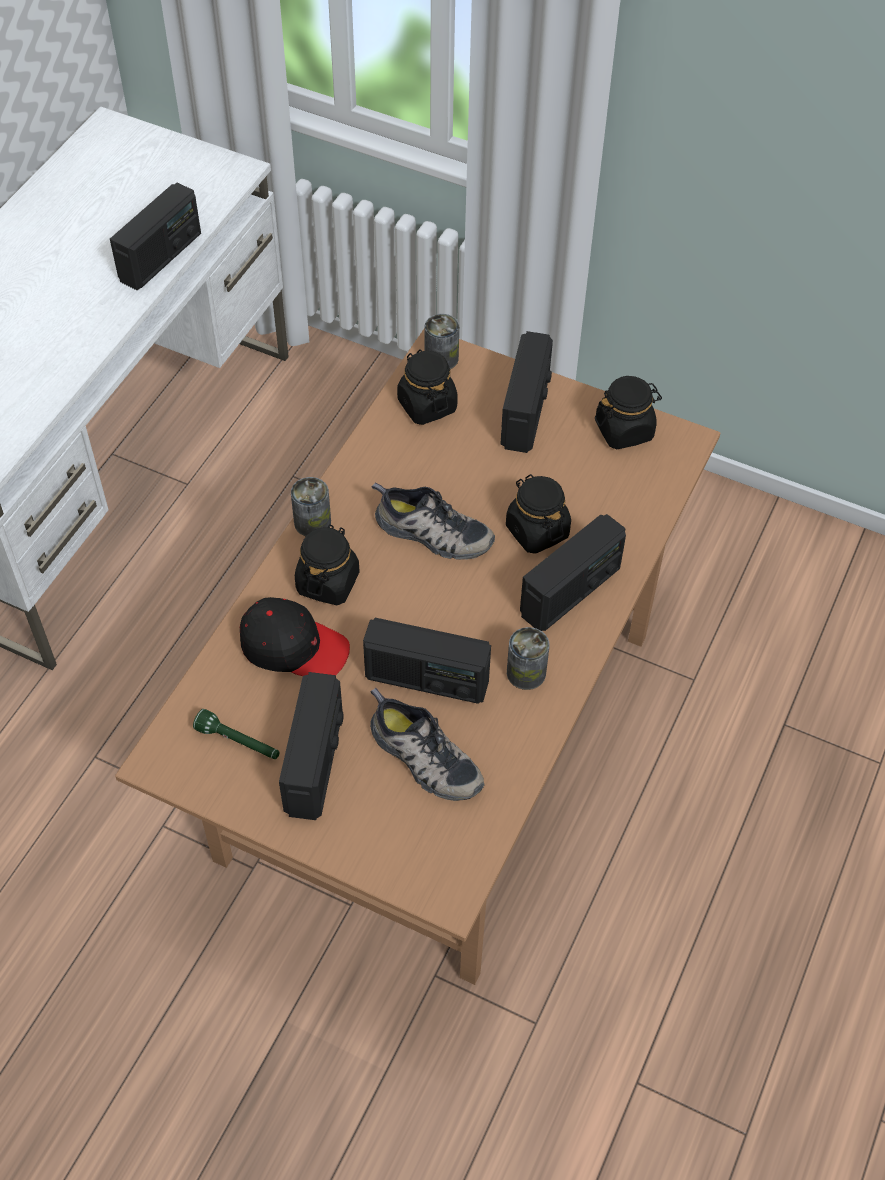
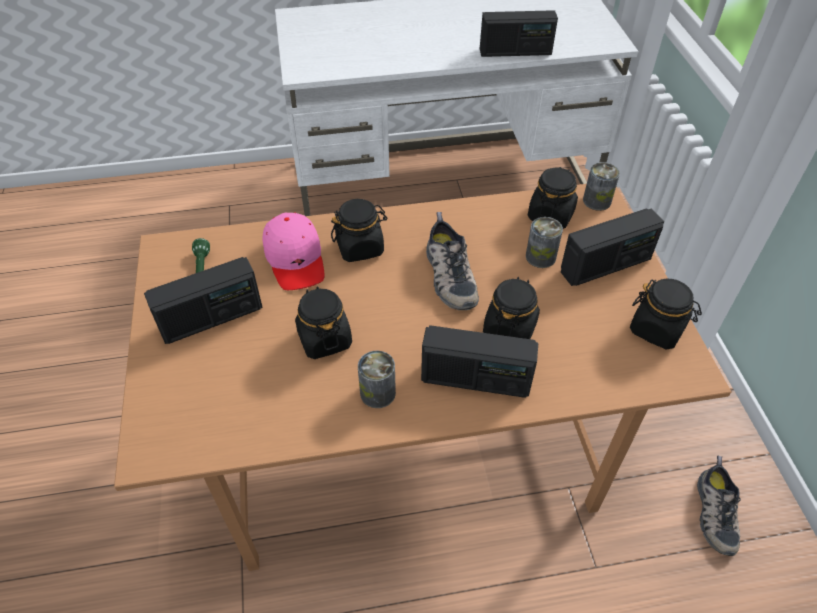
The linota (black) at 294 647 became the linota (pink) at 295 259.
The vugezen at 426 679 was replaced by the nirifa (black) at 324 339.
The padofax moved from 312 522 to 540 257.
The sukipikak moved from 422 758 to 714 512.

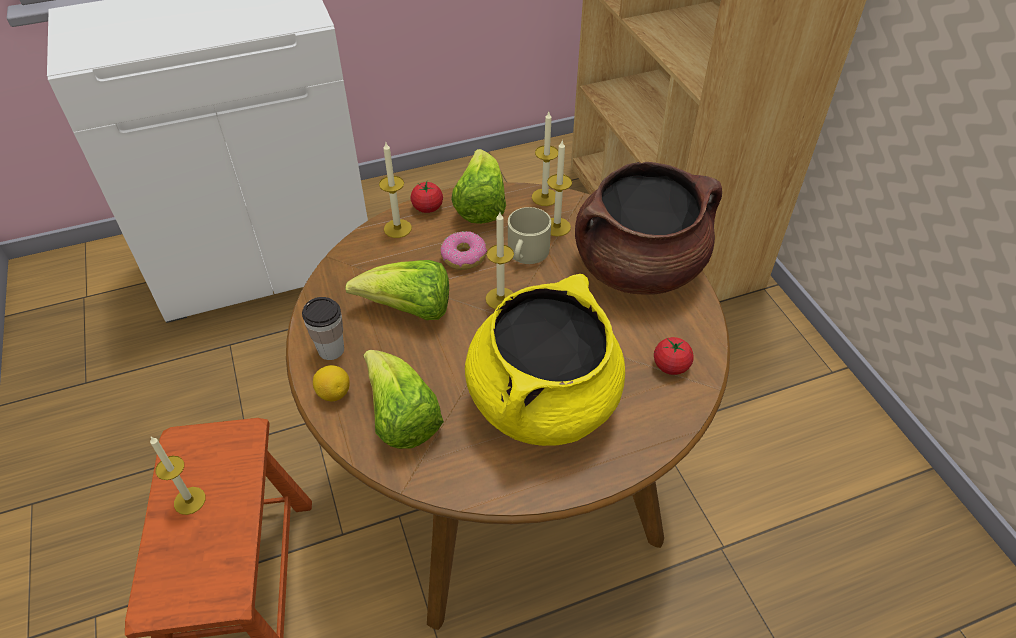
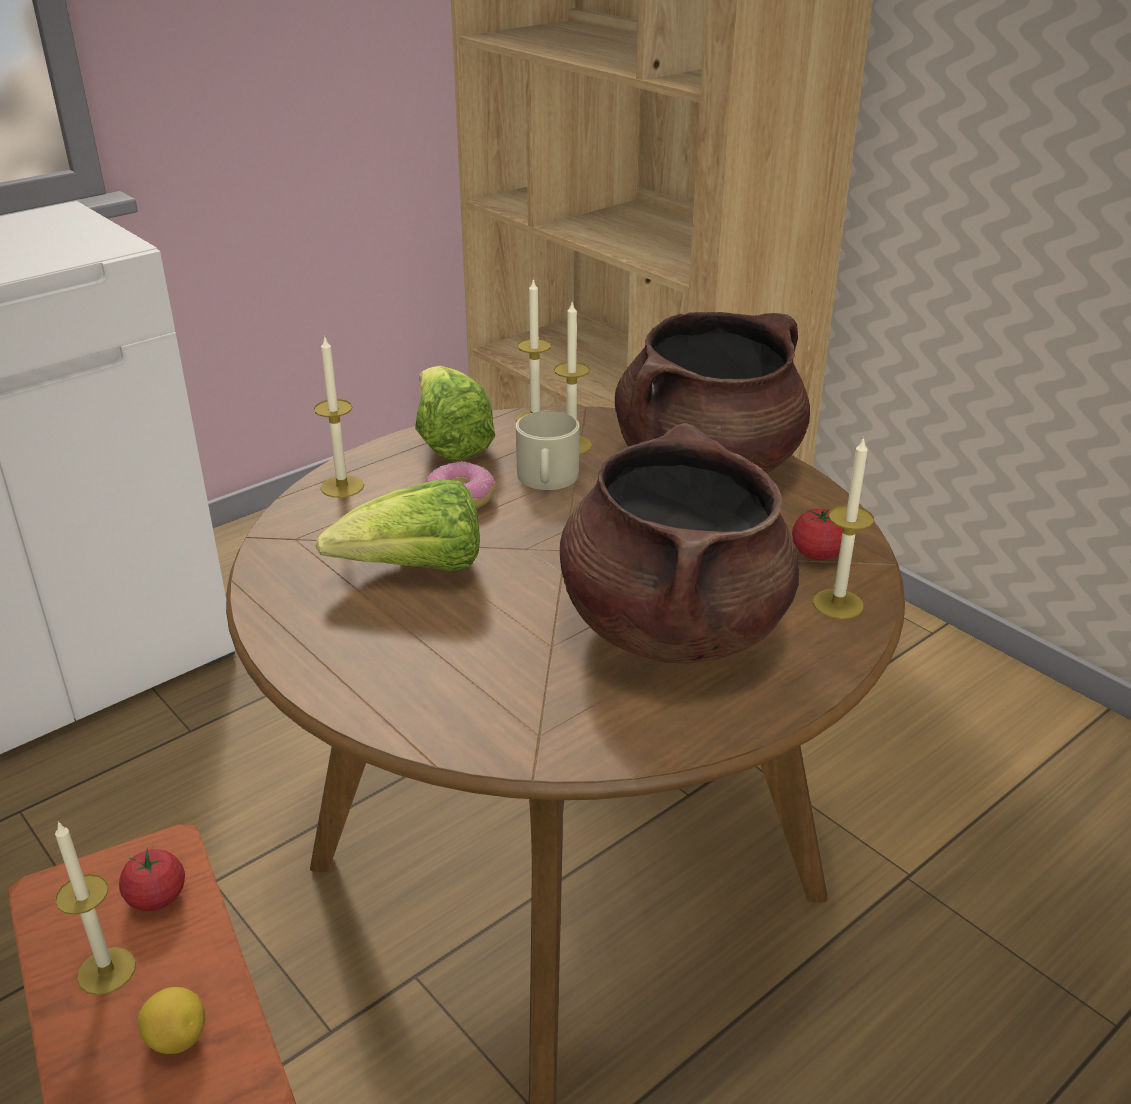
The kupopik moved from 427 208 to 157 897.
The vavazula moved from 334 393 to 177 1039.
The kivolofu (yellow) at 543 400 became the kivolofu (brown) at 673 626.
The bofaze moved from 500 298 to 838 604.
The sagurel at 331 350 disappeared.
The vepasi at 401 418 disappeared.

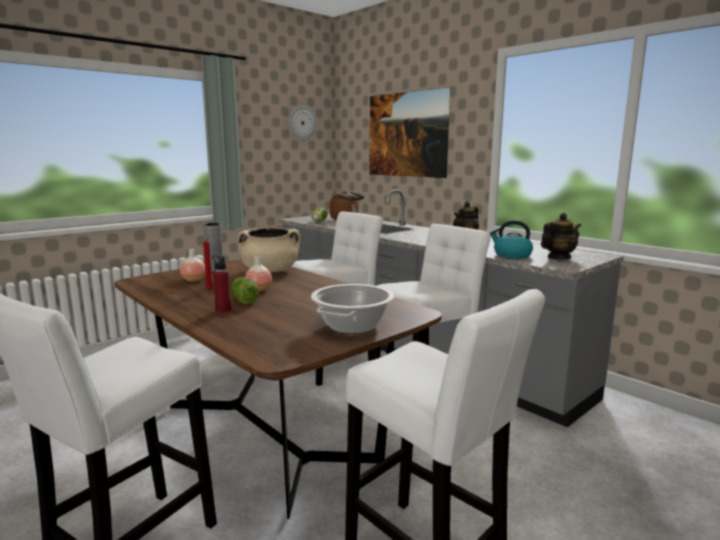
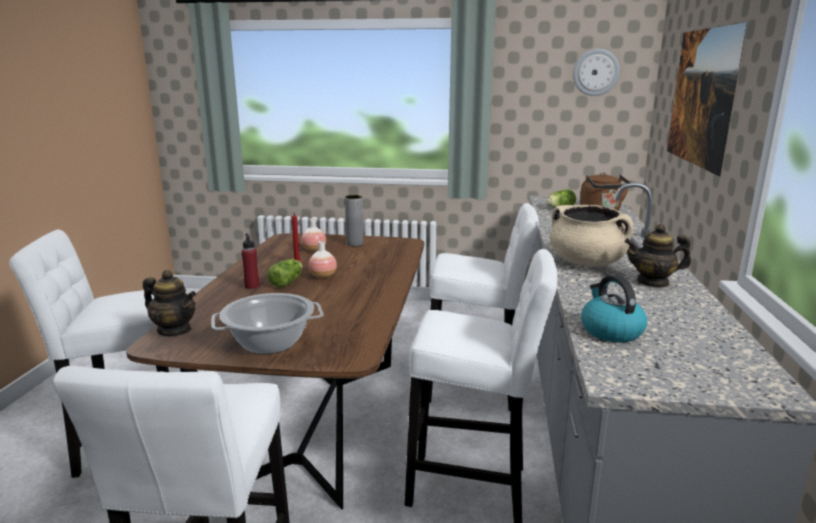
The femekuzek moved from 558 258 to 174 330.
The kivolofu (beige) moved from 270 271 to 586 262.

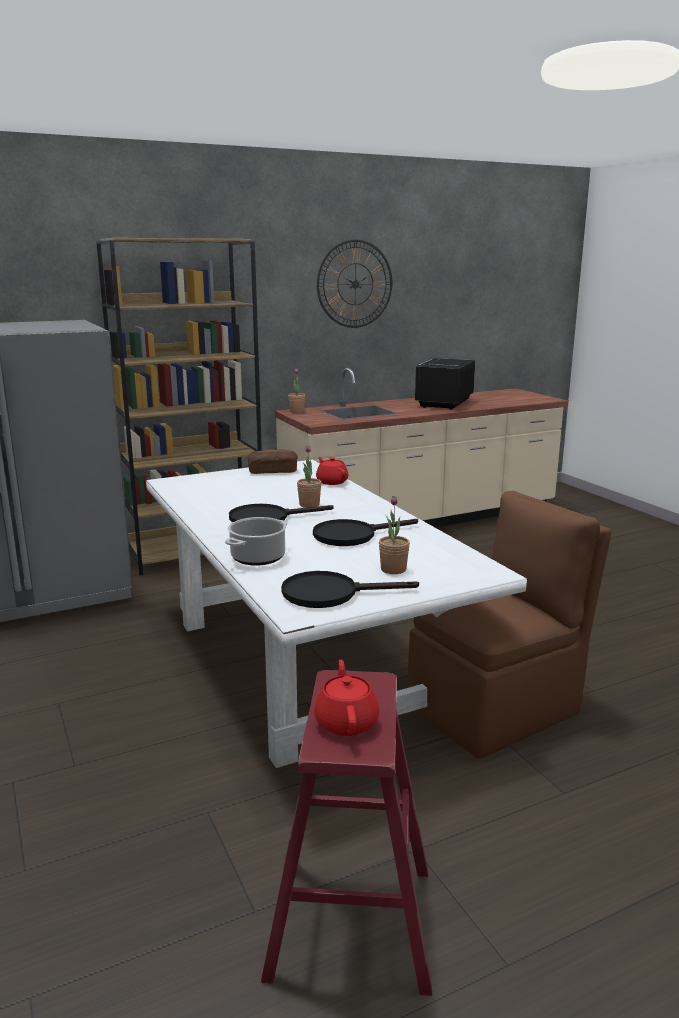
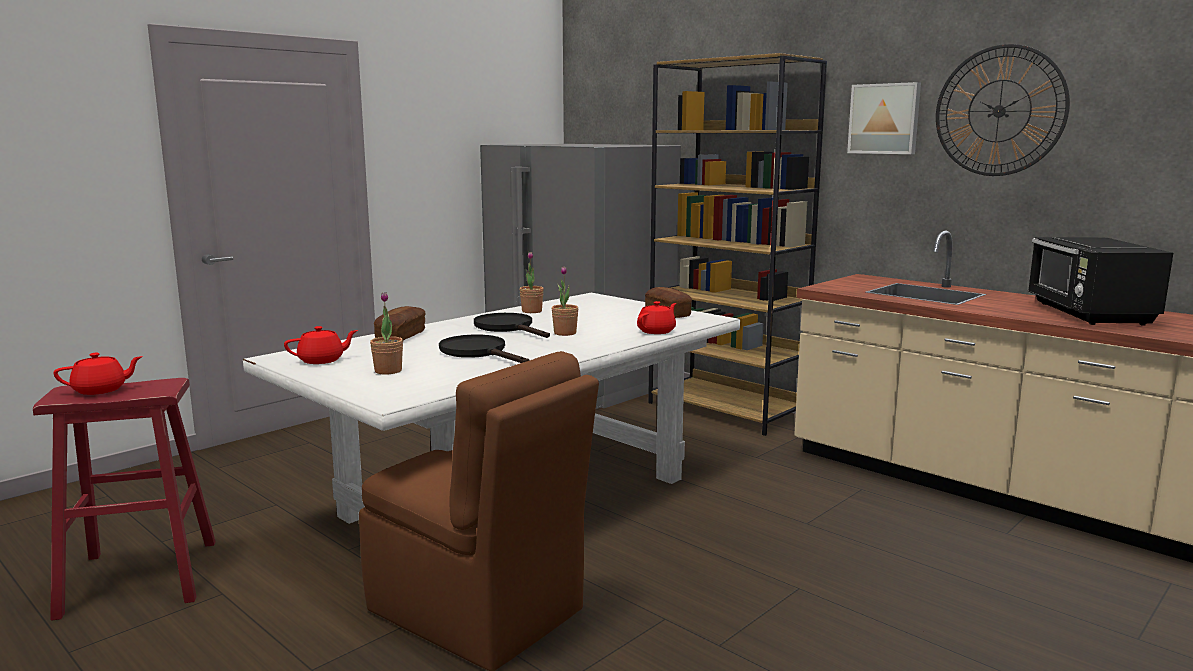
The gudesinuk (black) at 330 594 was replaced by the femekuzek (red) at 322 360.
The kivolofu at 258 558 was replaced by the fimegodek at 401 336.
The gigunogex moved from 297 411 to 532 311.
The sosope at 884 119 appeared.
The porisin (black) at 443 403 turned 90 degrees counterclockwise.

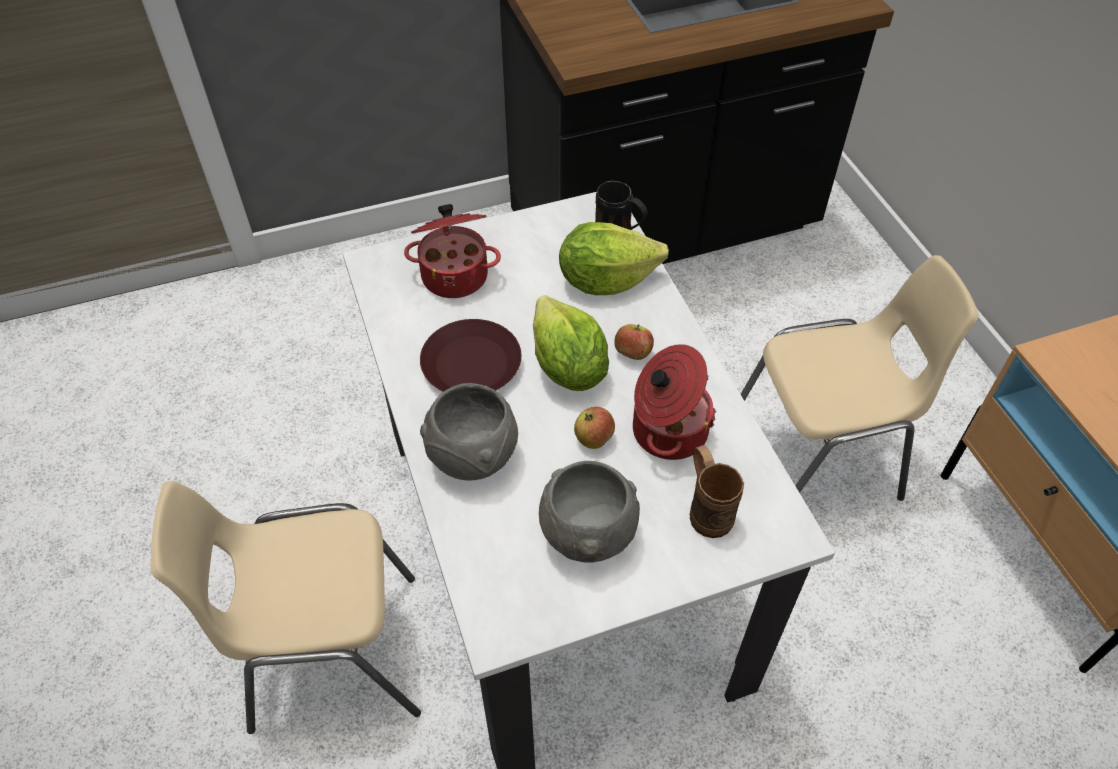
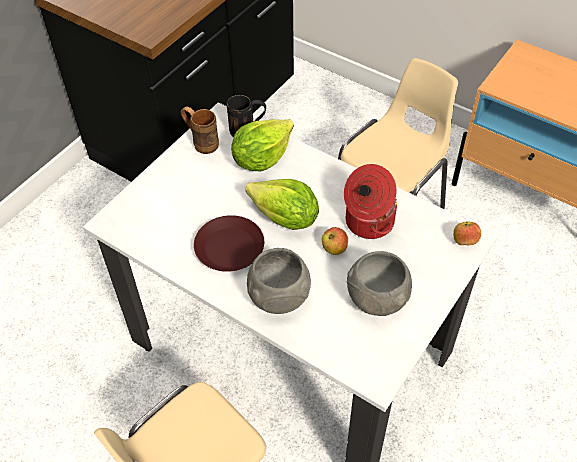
The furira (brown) moved from 706 509 to 201 142.
The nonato moved from 632 353 to 464 241.
The kivolofu at 455 275 disappeared.

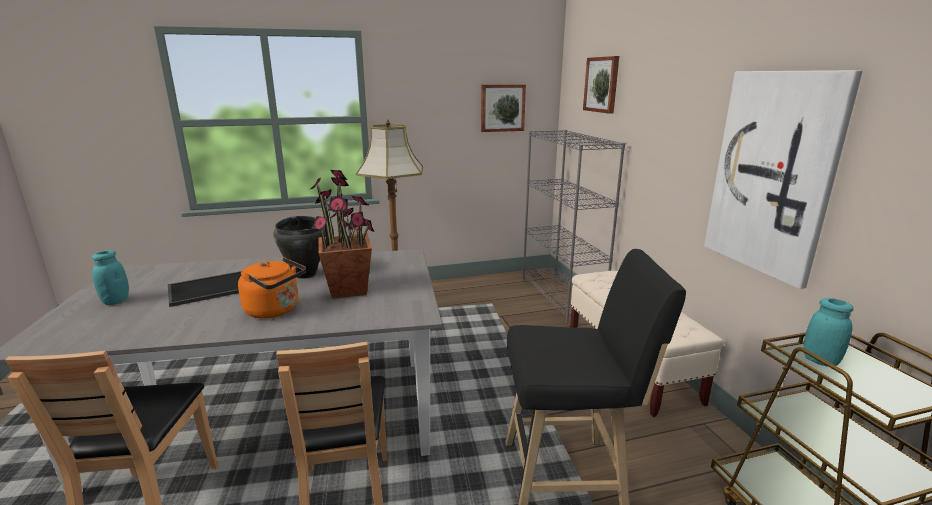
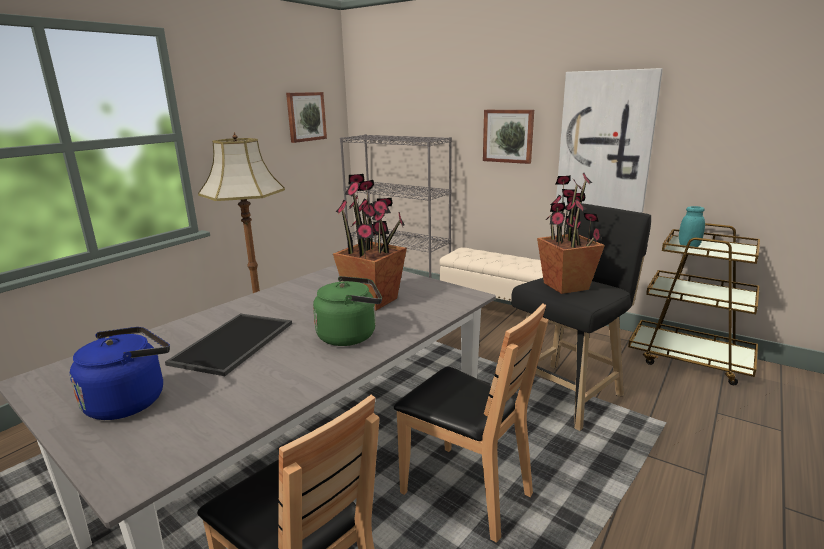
The nirifa (turquoise) at 116 301 was replaced by the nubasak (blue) at 130 400.
The nubasak (orange) at 275 310 became the nubasak (green) at 350 335.
The sosope moved from 602 84 to 508 136.
The gigunogex at 565 286 appeared.
The kivolofu (black) at 305 274 disappeared.

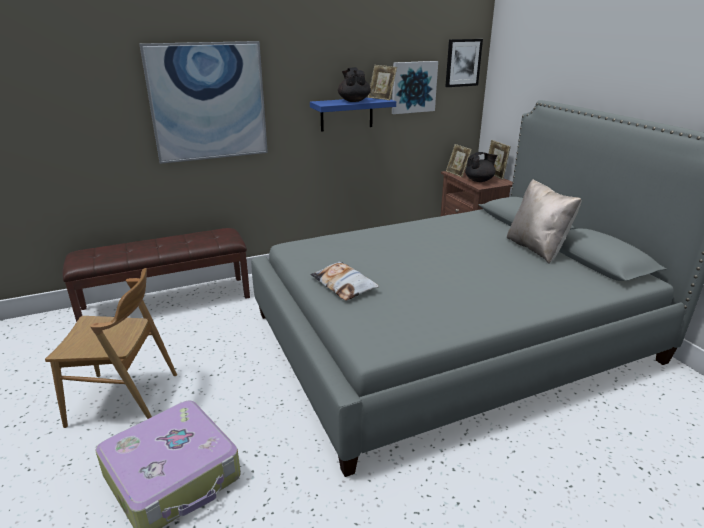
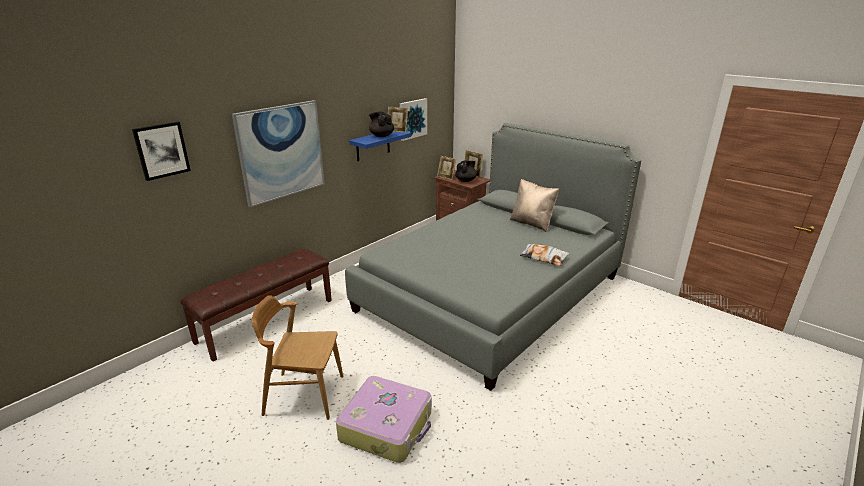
The sosope moved from 463 63 to 162 150.
The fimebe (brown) at 124 399 turned 150 degrees counterclockwise.
The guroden moved from 344 285 to 544 257.

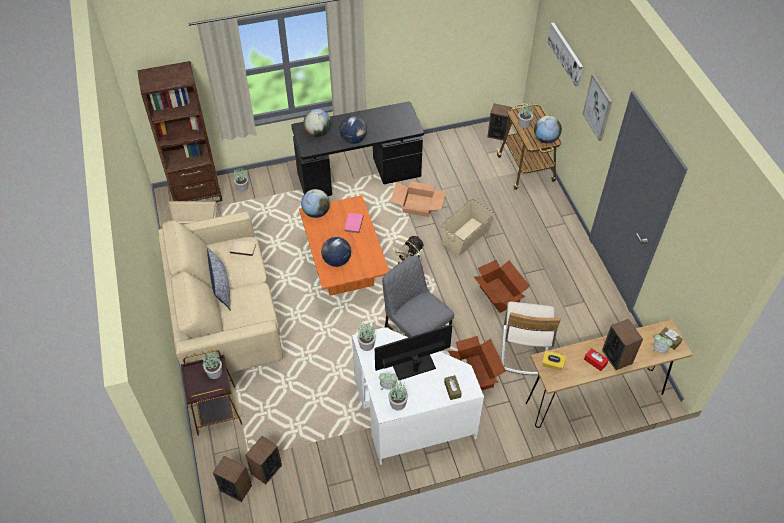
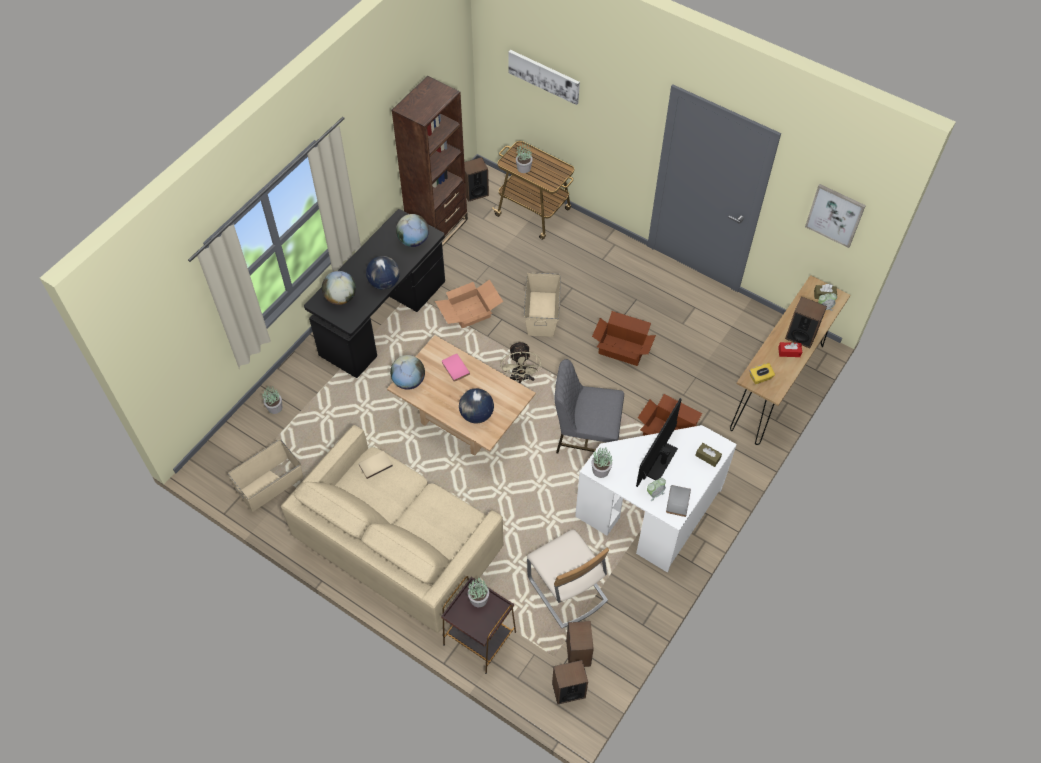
The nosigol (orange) at 345 269 became the nosigol (beige) at 463 420.
The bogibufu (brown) moved from 197 194 to 437 228.
The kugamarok moved from 545 139 to 413 241.
The fimebe (beige) moved from 524 350 to 566 590.
The gigunogex at 398 403 was replaced by the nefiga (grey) at 677 501.
The sosope moved from 598 107 to 835 215.
The guroden at 221 286 disappeared.

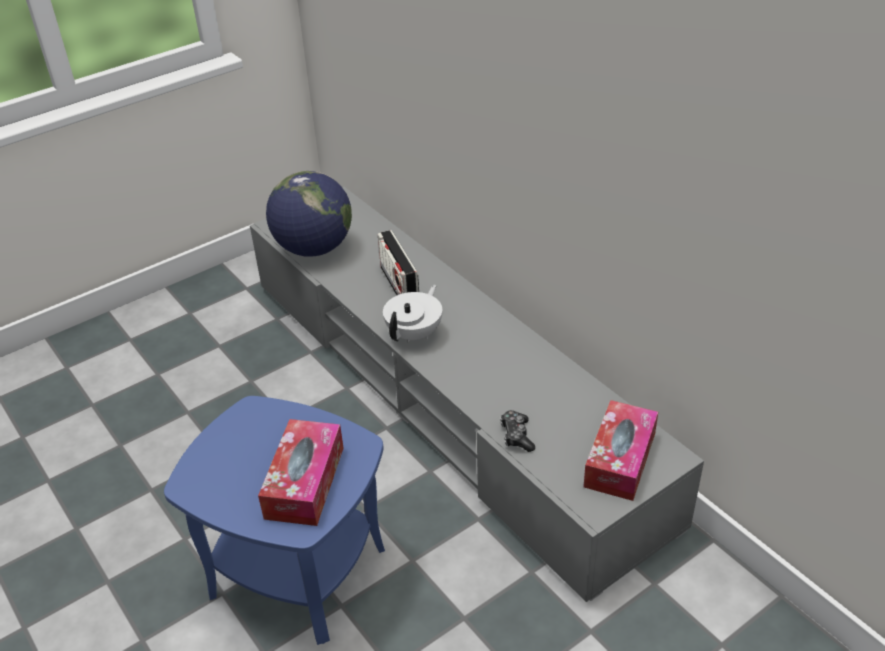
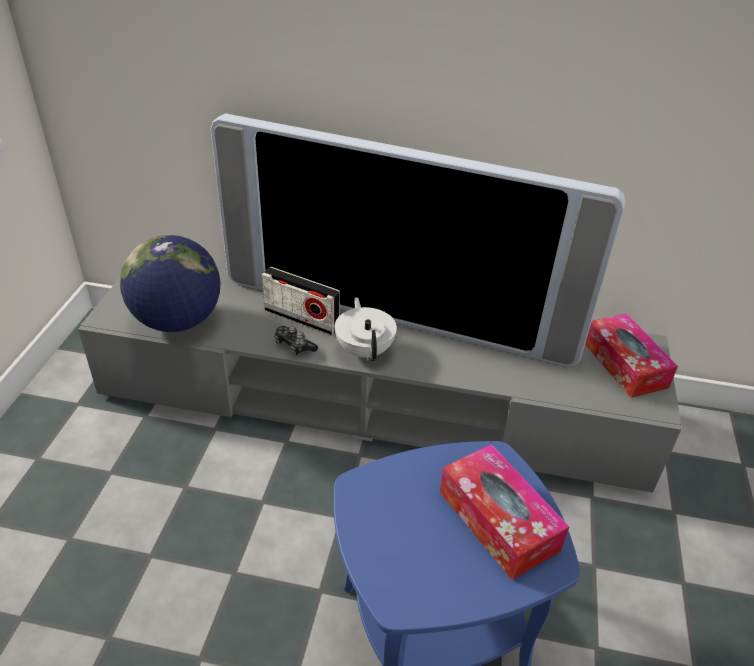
The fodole at 398 312 appeared.
The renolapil moved from 516 436 to 294 345.

